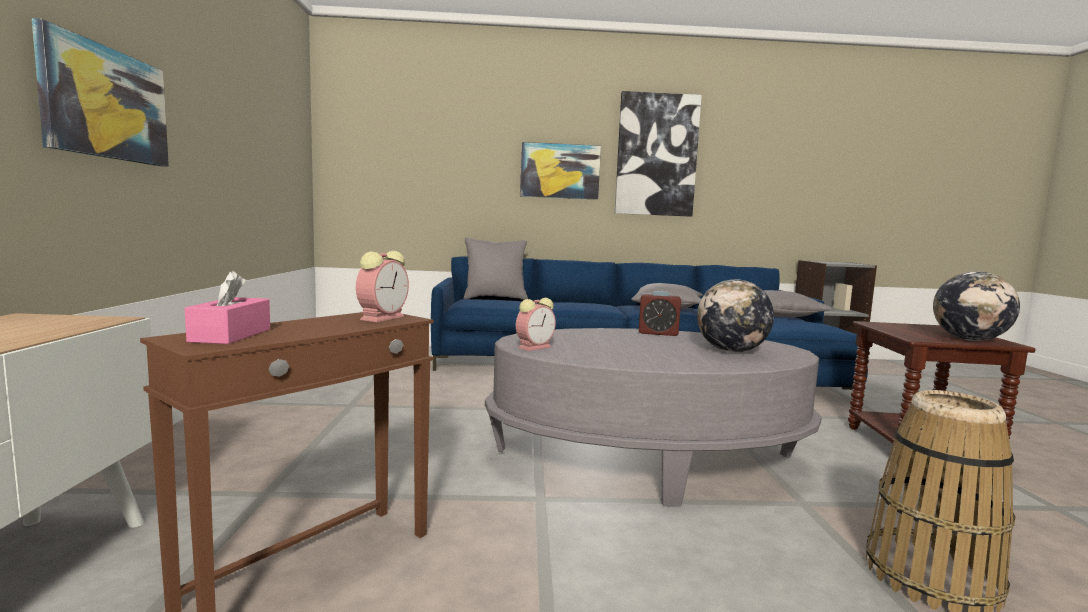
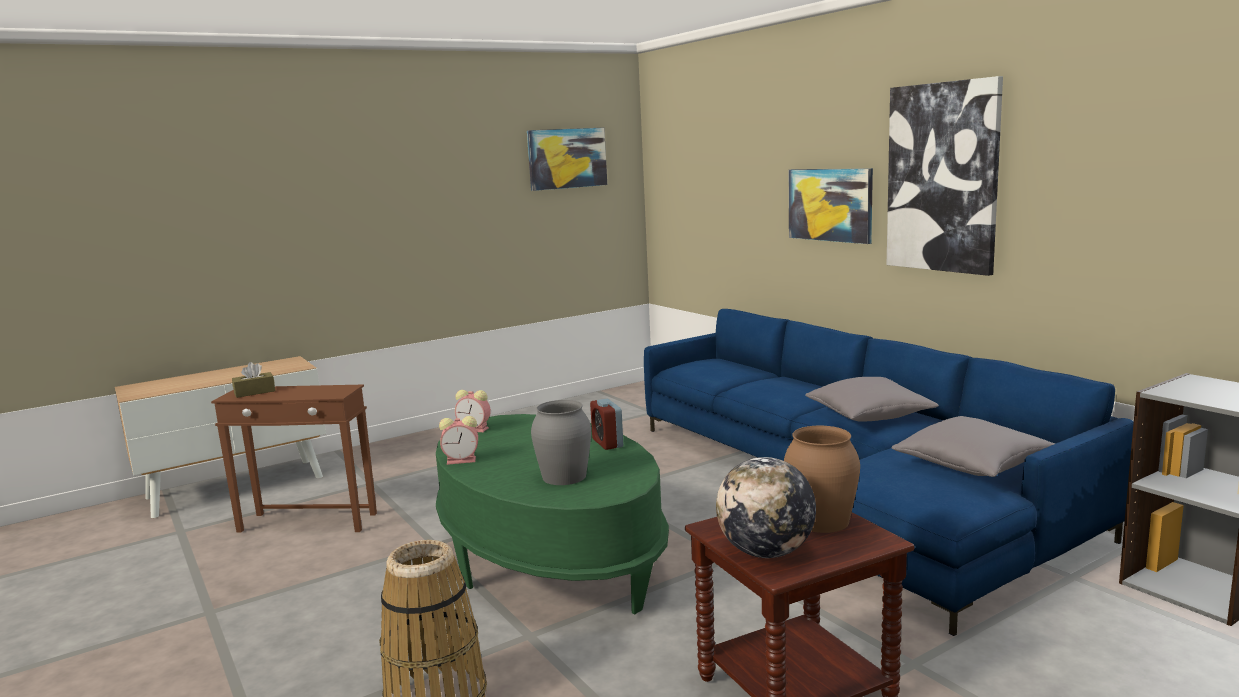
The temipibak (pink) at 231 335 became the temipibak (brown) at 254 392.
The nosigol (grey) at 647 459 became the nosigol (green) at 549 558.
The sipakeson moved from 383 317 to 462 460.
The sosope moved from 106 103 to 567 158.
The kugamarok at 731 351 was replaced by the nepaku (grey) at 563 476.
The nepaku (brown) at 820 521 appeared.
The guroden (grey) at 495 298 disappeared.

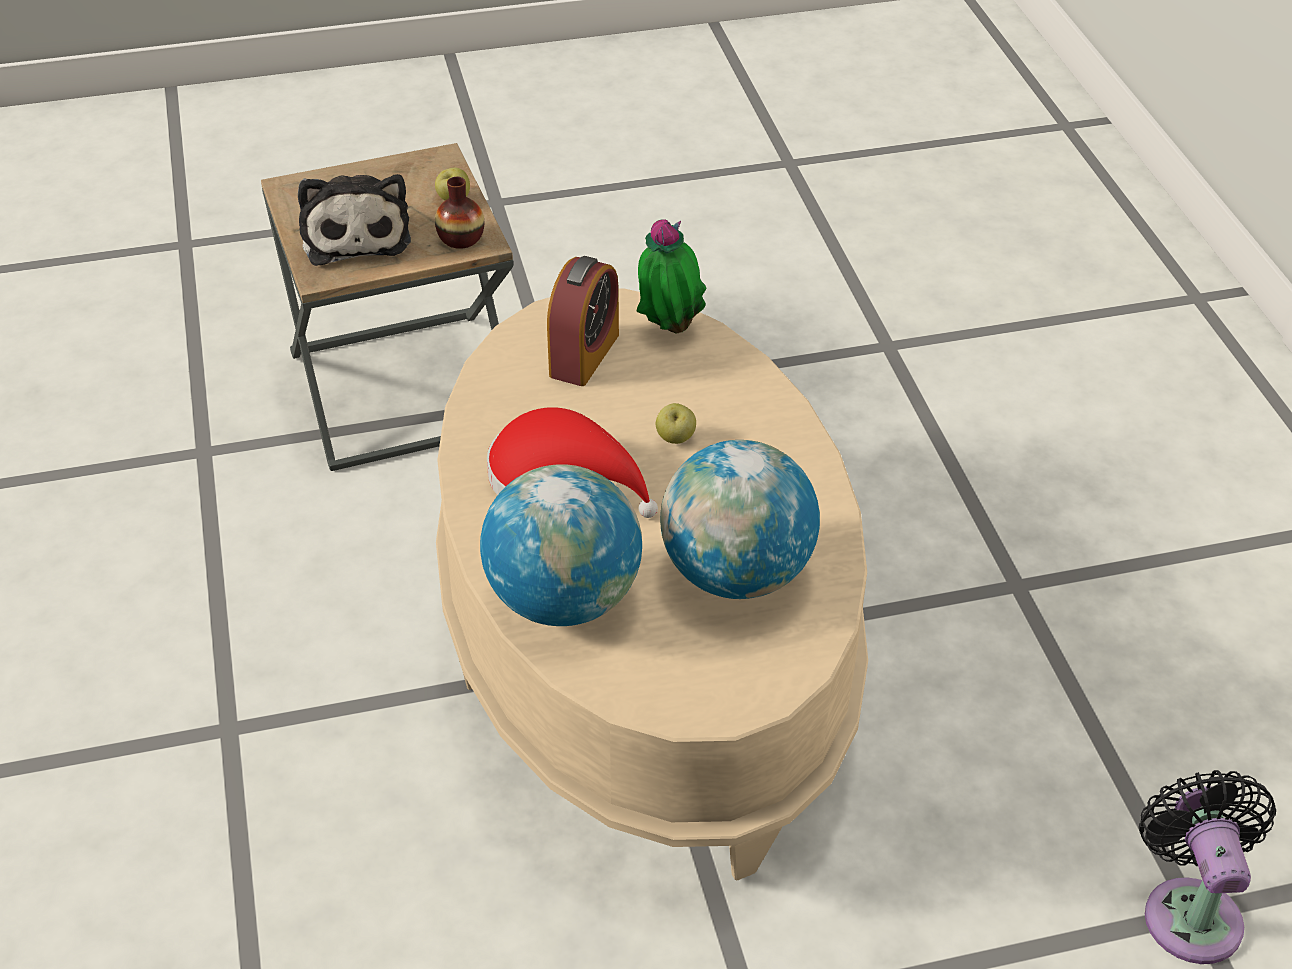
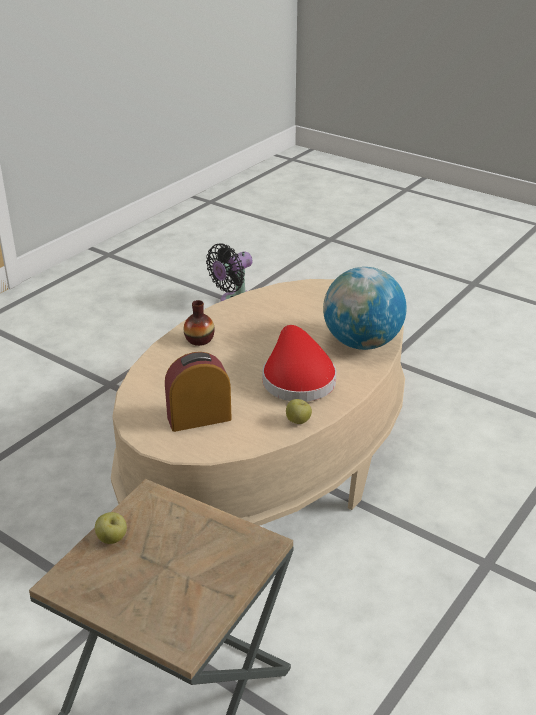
The nepaku moved from 461 238 to 199 340.
The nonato moved from 675 439 to 298 421.
The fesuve at 355 234 disappeared.
The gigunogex at 669 328 disappeared.
The kugamarok at 736 574 disappeared.

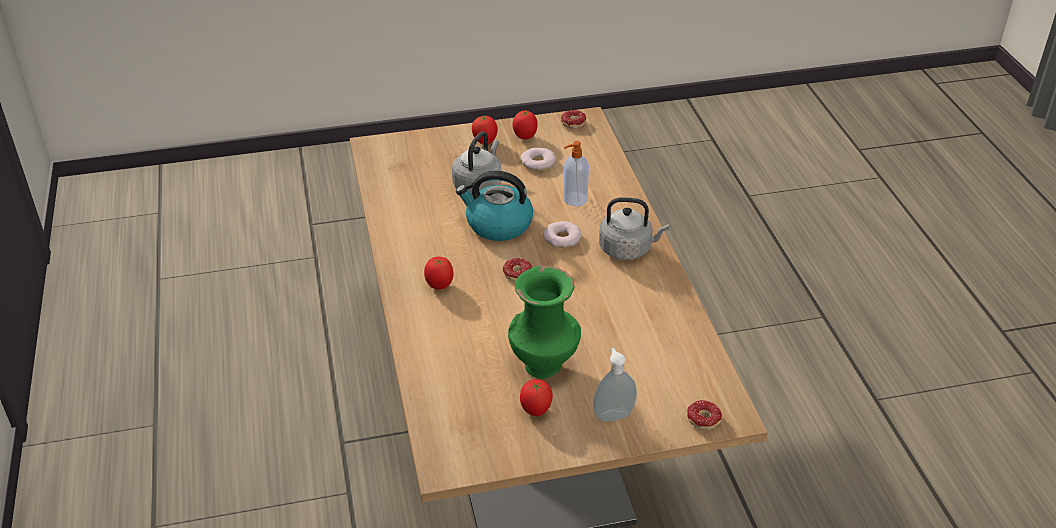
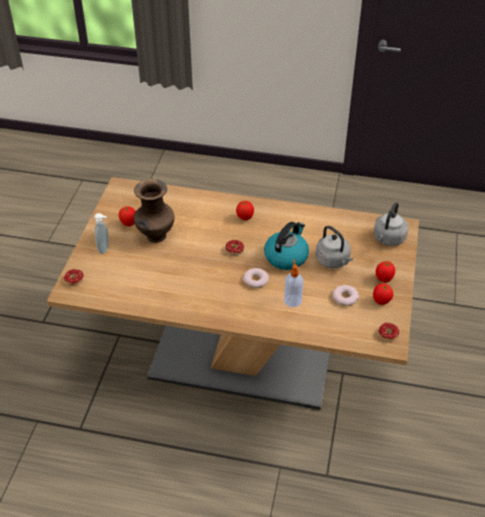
The nepaku (green) at 545 366 became the nepaku (brown) at 155 236.
The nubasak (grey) moved from 628 249 to 388 239.

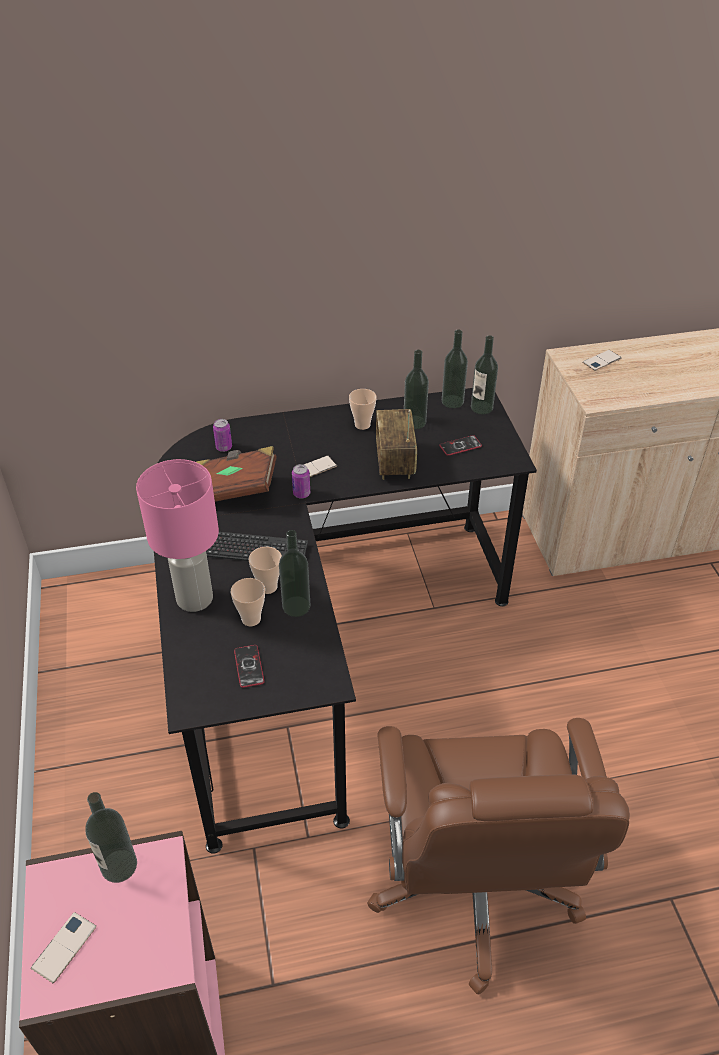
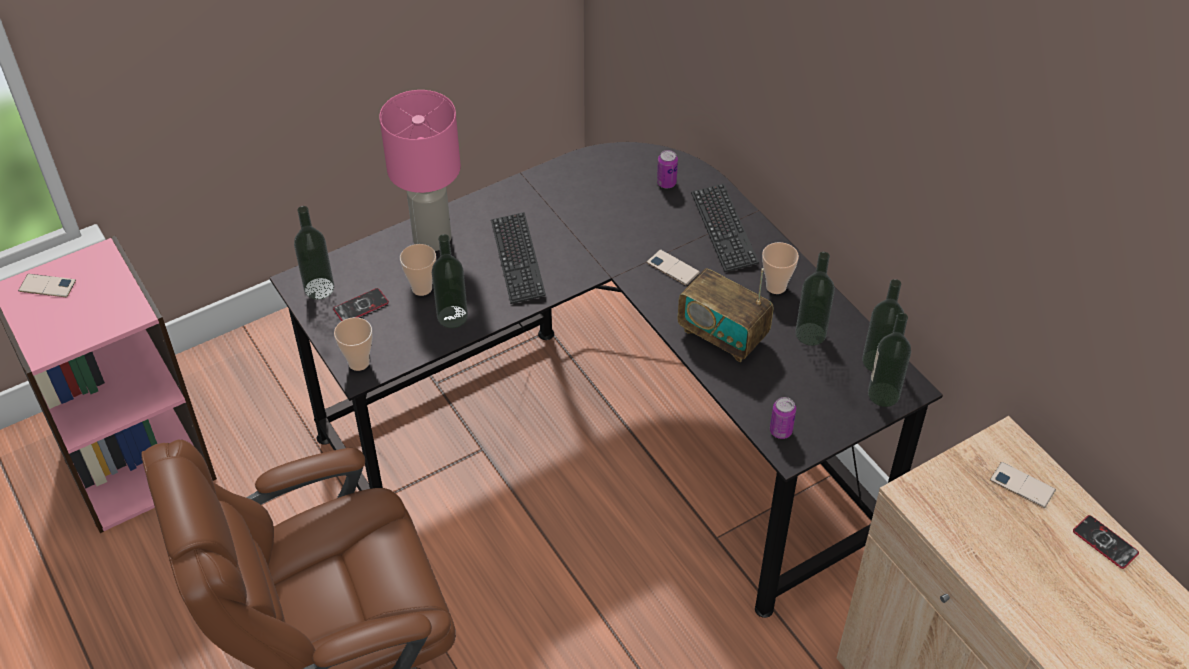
The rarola moved from 119 866 to 319 288.
The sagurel moved from 268 587 to 359 362.
The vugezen at 395 462 turned 120 degrees counterclockwise.
The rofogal at 724 229 appeared.
The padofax moved from 301 494 to 780 431.
The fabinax moved from 460 446 to 1105 542.
The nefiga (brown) at 233 490 disappeared.

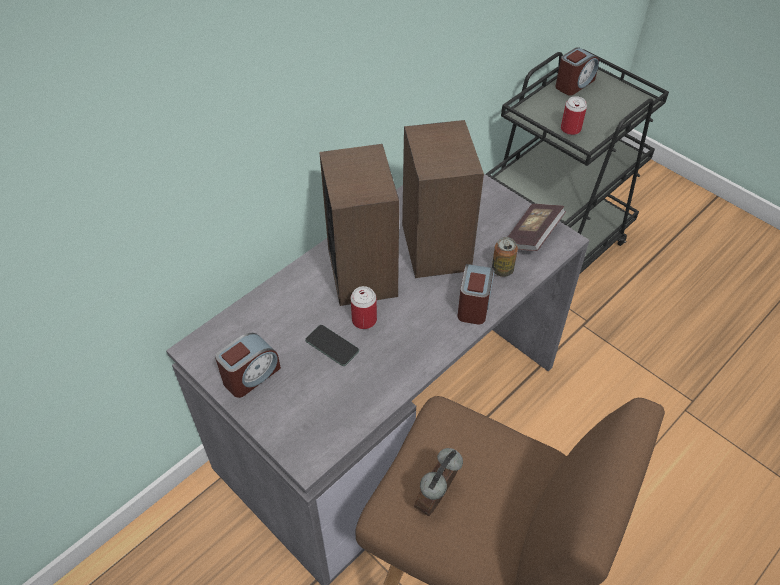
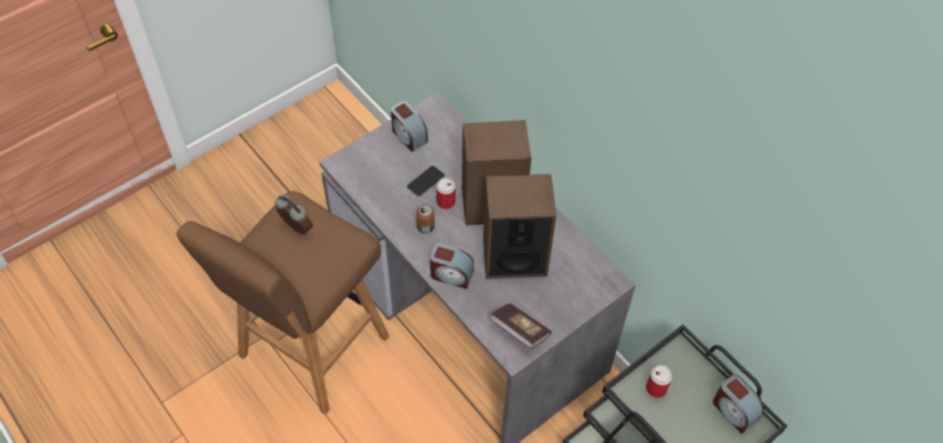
The padofax moved from 502 270 to 425 227.

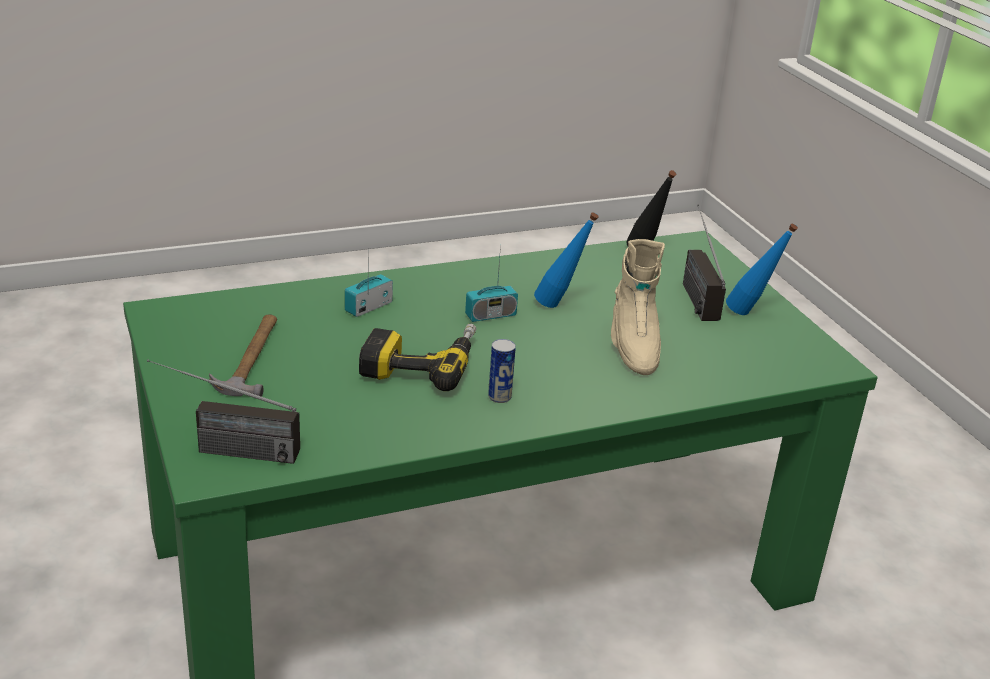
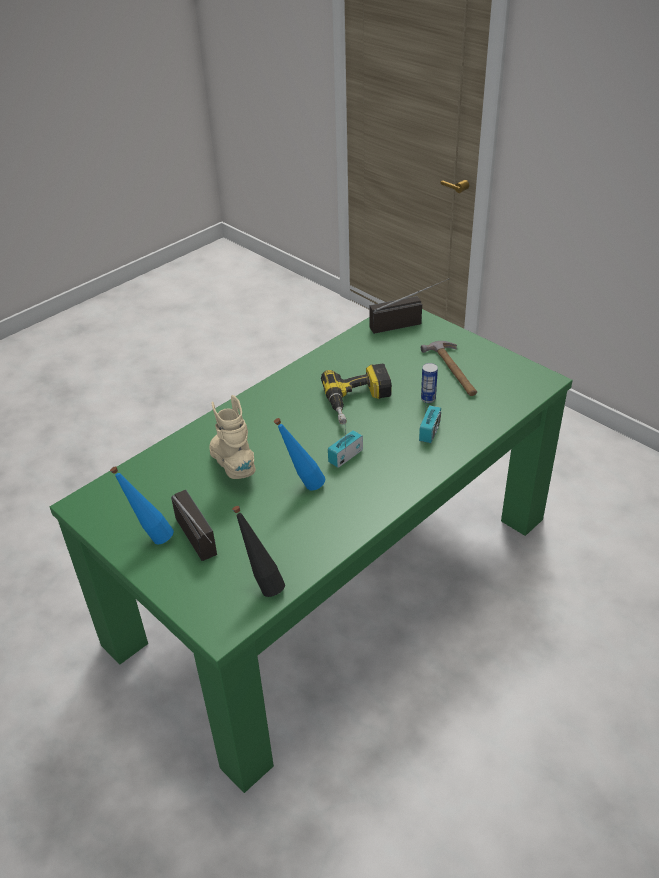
The padofax moved from 499 397 to 428 399.

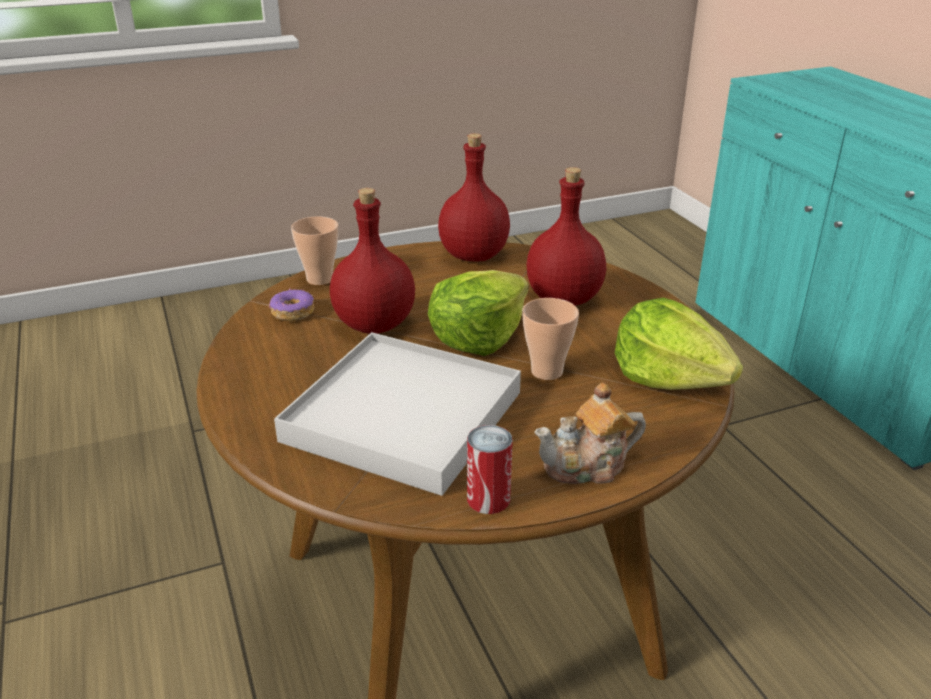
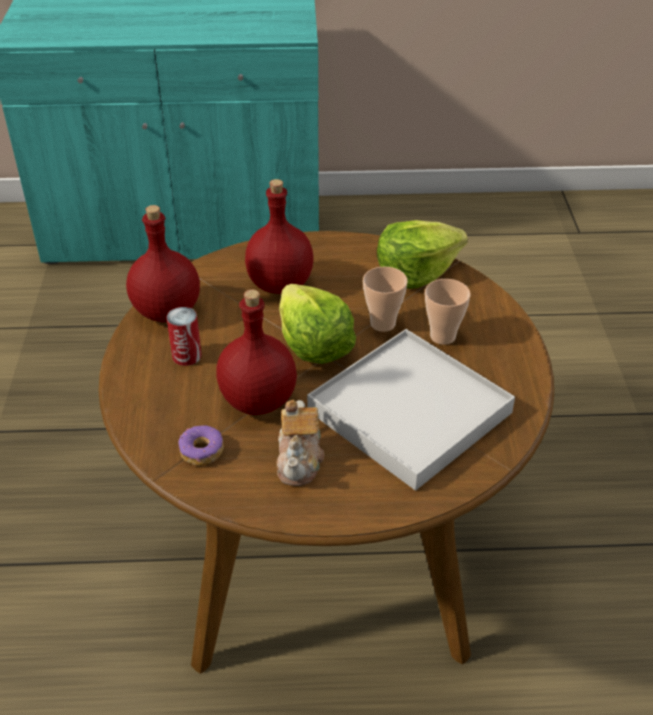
The padofax moved from 488 499 to 186 356.
The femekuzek moved from 588 466 to 300 459.
The sagurel moved from 320 279 to 442 336.

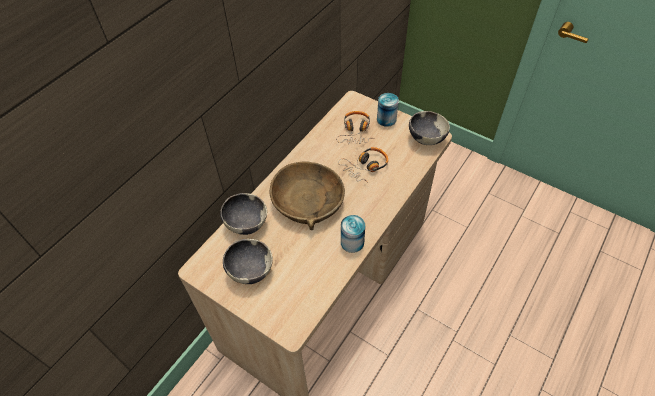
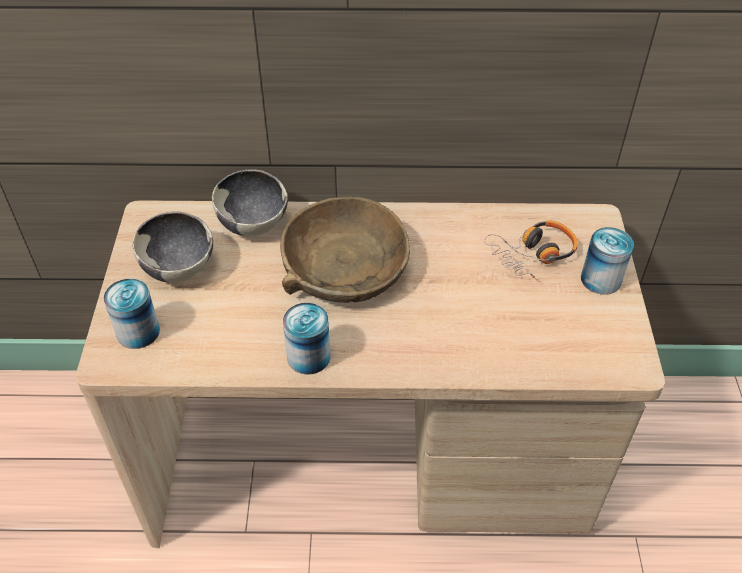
The padofax at 138 332 appeared.
The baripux at 365 167 disappeared.
The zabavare at 426 138 disappeared.

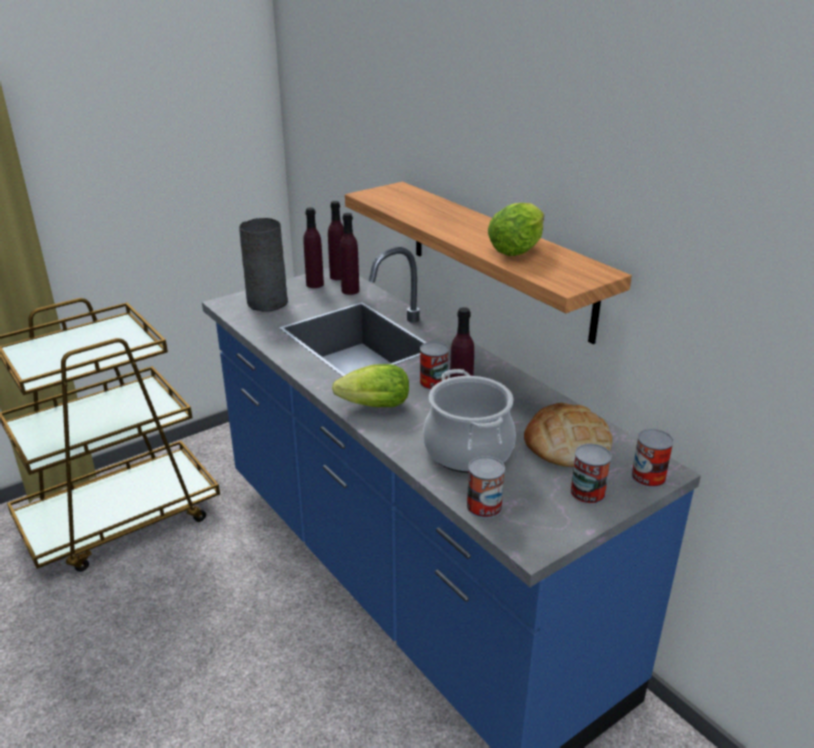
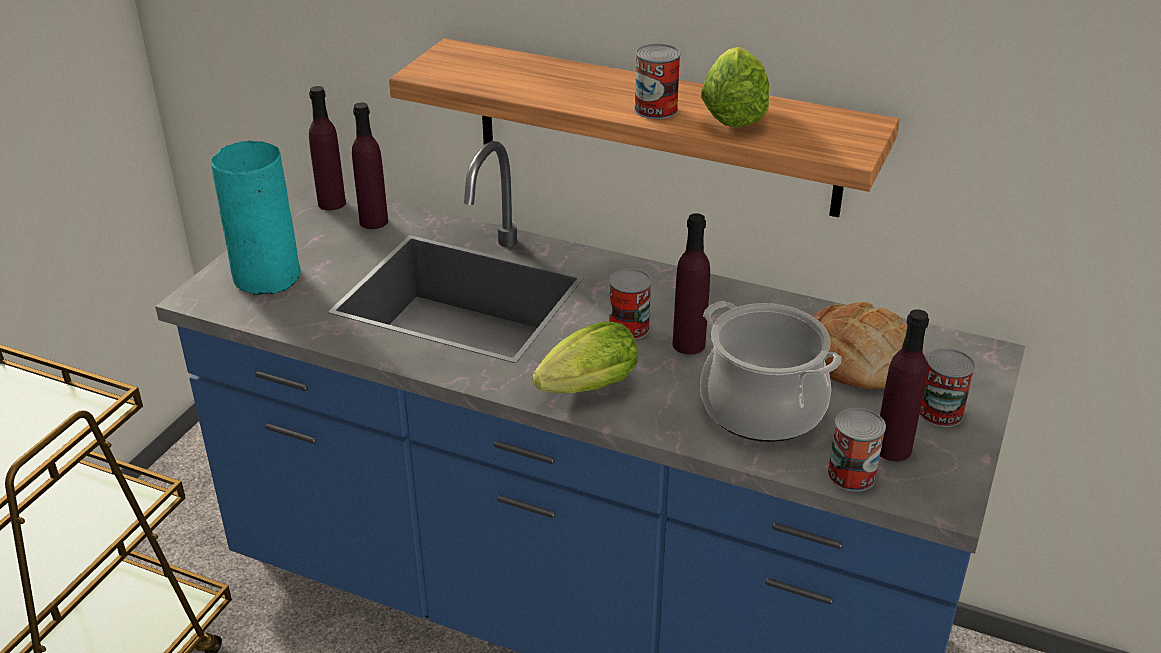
The nepaku (grey) at 268 302 became the nepaku (turquoise) at 268 276.
The padofax moved from 648 477 to 655 109.
The rarola (purple) moved from 315 284 to 892 449.

